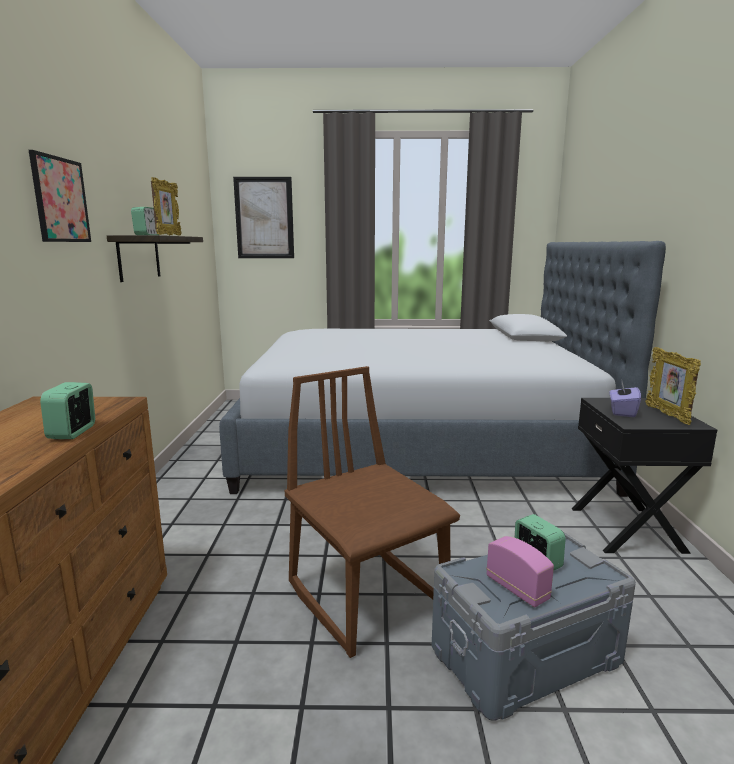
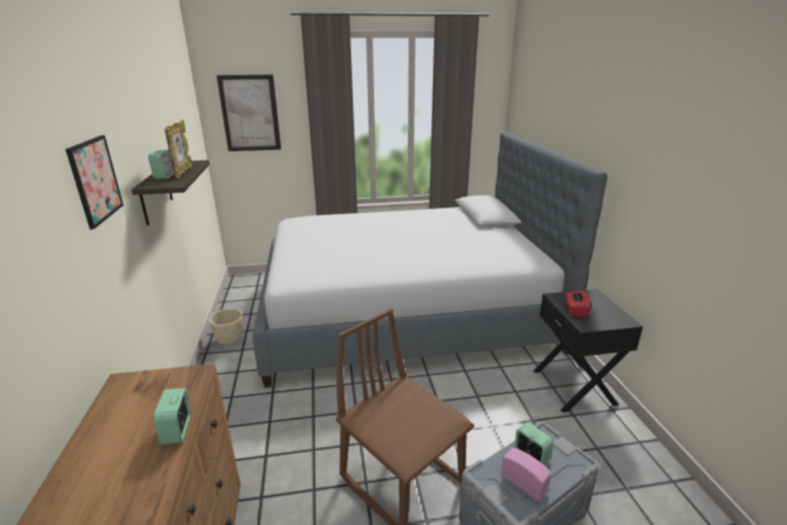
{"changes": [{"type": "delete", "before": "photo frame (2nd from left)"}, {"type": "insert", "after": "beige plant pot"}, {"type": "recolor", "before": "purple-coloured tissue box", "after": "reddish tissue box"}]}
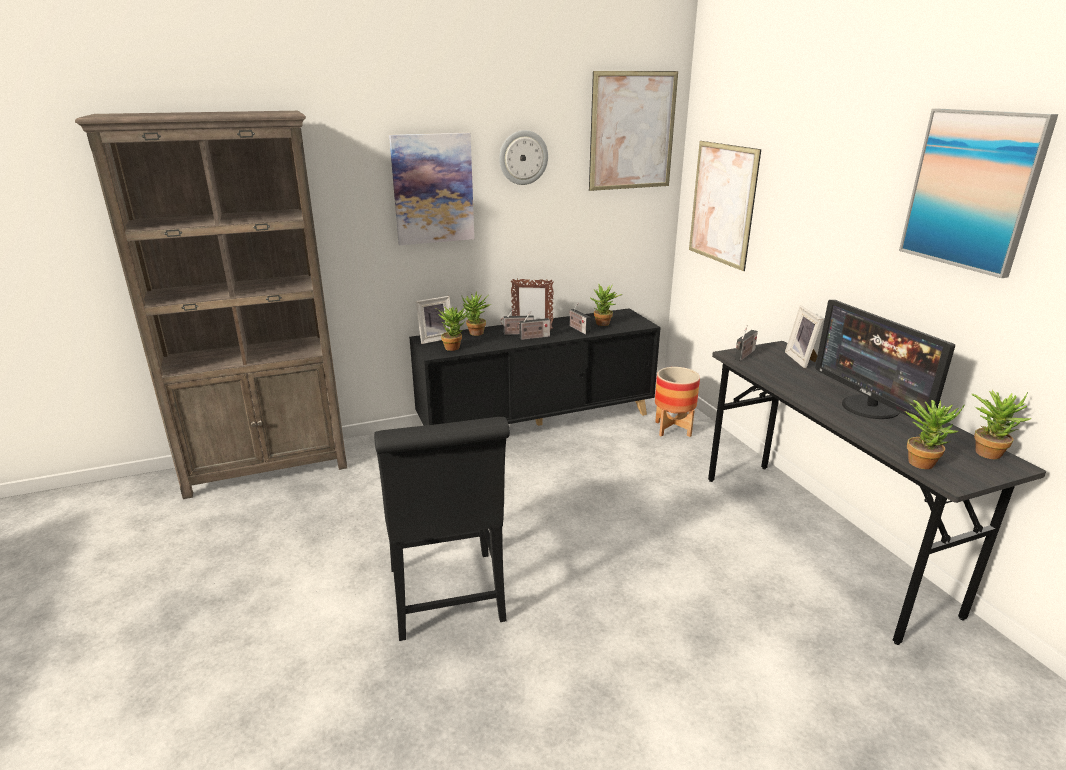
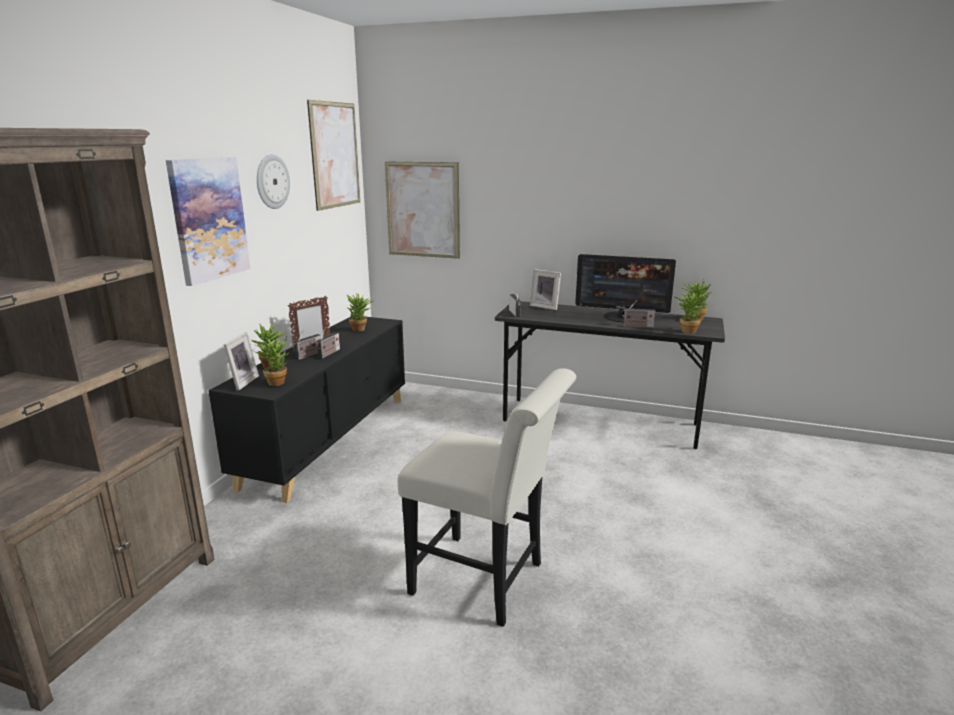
{"changes": [{"type": "delete", "before": "plant pot"}, {"type": "delete", "before": "wall art (4th from left)"}, {"type": "move", "before": "radio (3rd from left in the first image)", "after": "radio (4th from left)"}, {"type": "recolor", "before": "blackish chair", "after": "white chair"}]}
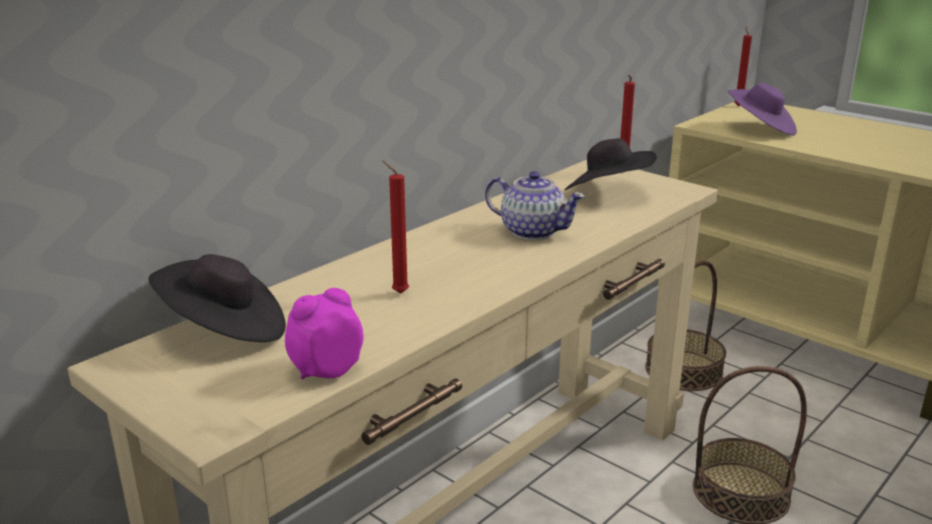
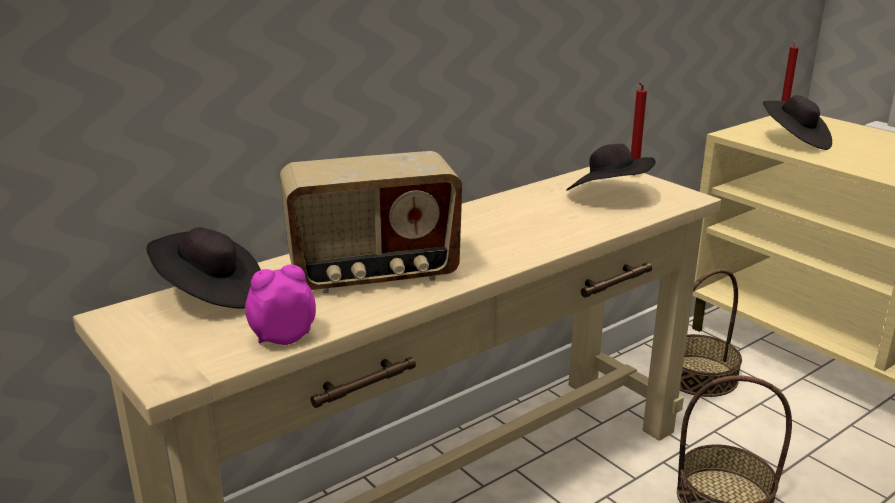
{"changes": [{"type": "delete", "before": "pot for tea"}, {"type": "replace", "before": "reddish wax candle (1st from left)", "after": "radio"}, {"type": "recolor", "before": "purple-coloured wearable hat", "after": "blackish wearable hat (3rd from left)"}]}
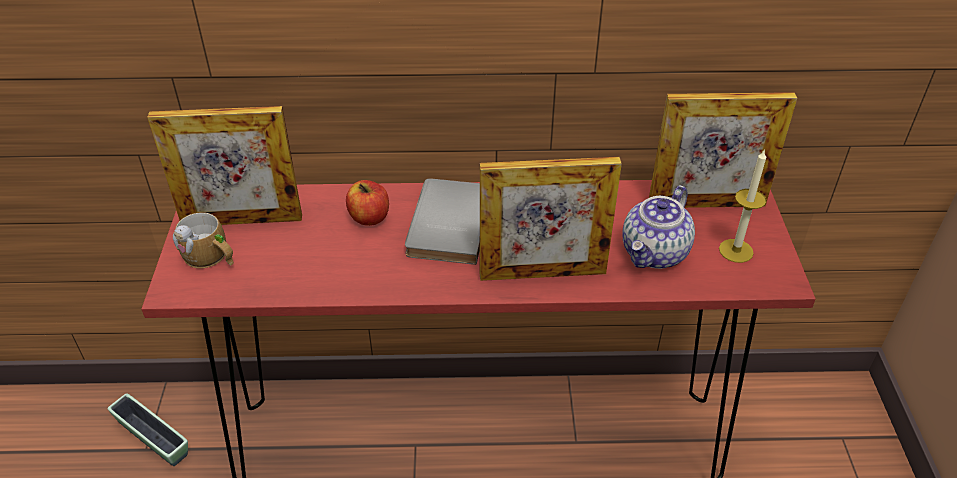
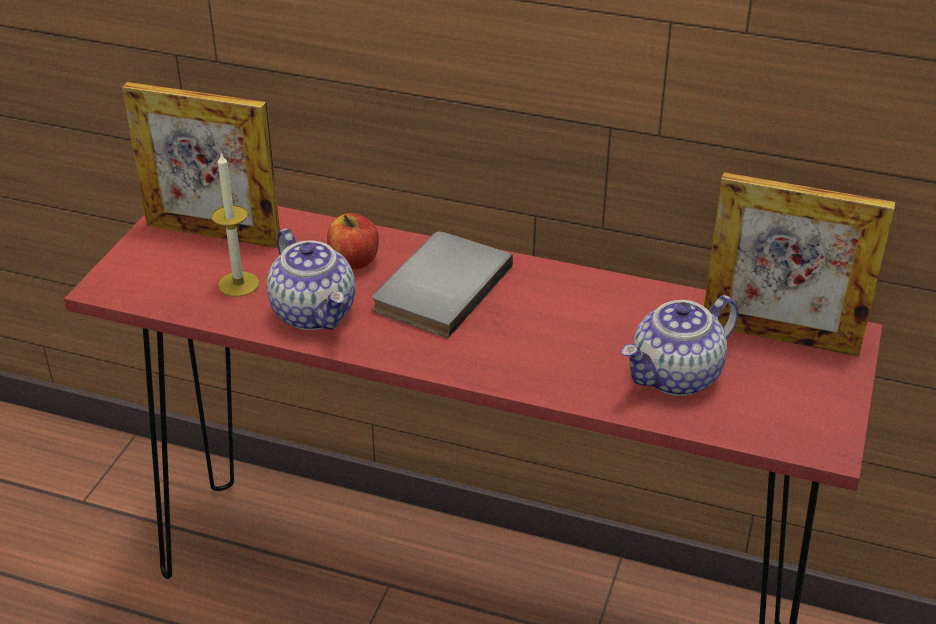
{"changes": [{"type": "delete", "before": "plant pot"}, {"type": "delete", "before": "coffee mug"}, {"type": "delete", "before": "photo frame (2nd from left)"}, {"type": "insert", "after": "pot for tea (1st from left)"}, {"type": "move", "before": "wax candle"}]}
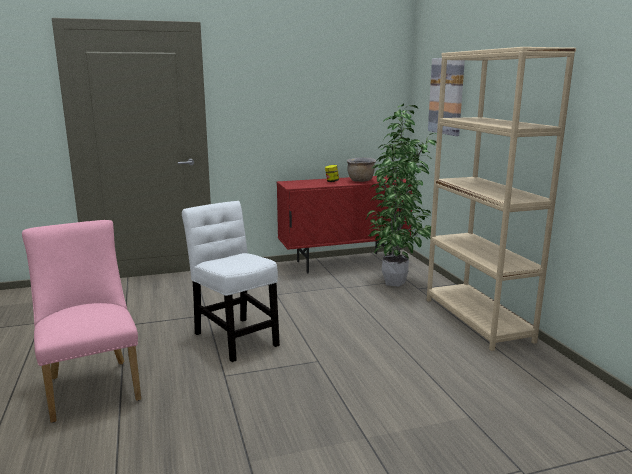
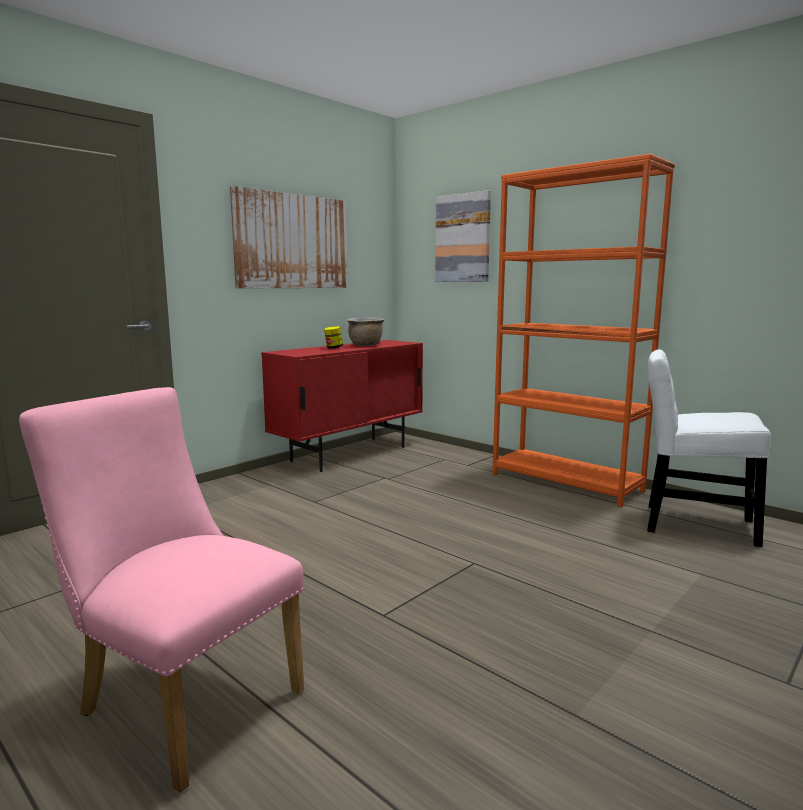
{"changes": [{"type": "delete", "before": "houseplant"}, {"type": "insert", "after": "wall art (1st from left)"}, {"type": "move", "before": "white chair"}, {"type": "recolor", "before": "beige shelving unit", "after": "orange-coloured shelving unit"}]}
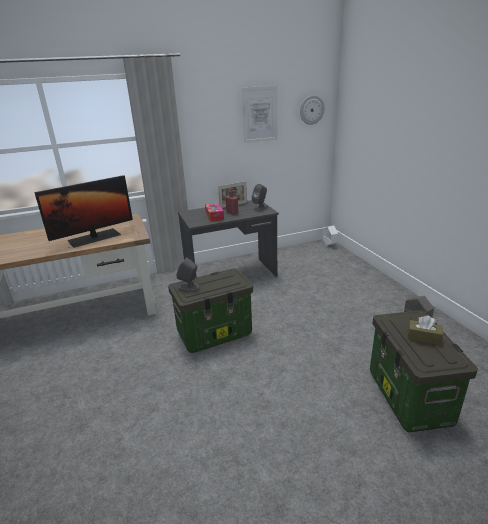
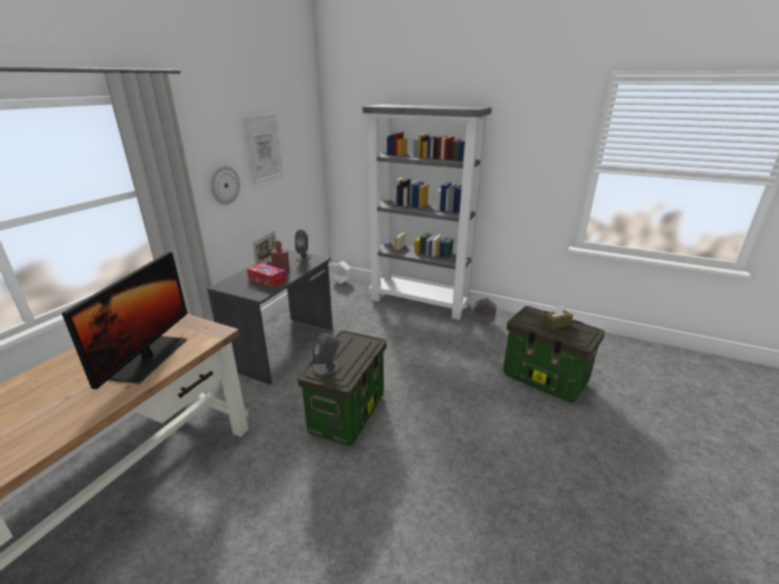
{"changes": [{"type": "insert", "after": "gray shelving unit"}, {"type": "move", "before": "hanging clock"}]}
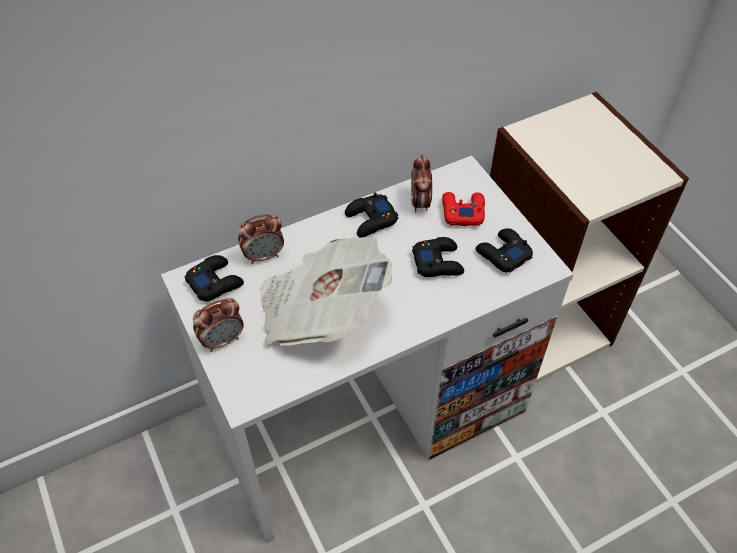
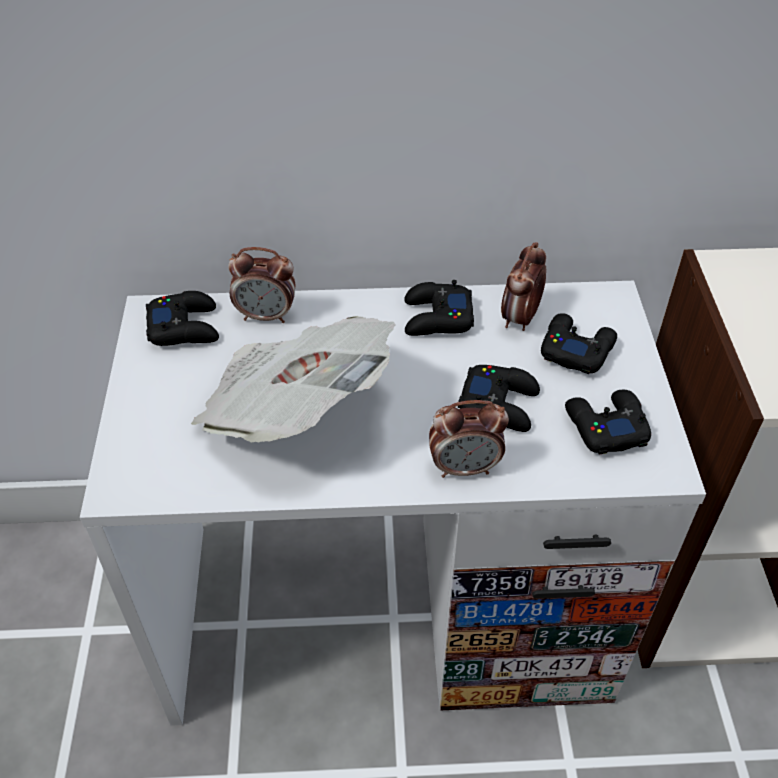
{"changes": [{"type": "move", "before": "alarm clock (1st from left in the first image)", "after": "alarm clock (2nd from left)"}, {"type": "recolor", "before": "reddish game controller", "after": "blackish game controller (4th from left)"}]}
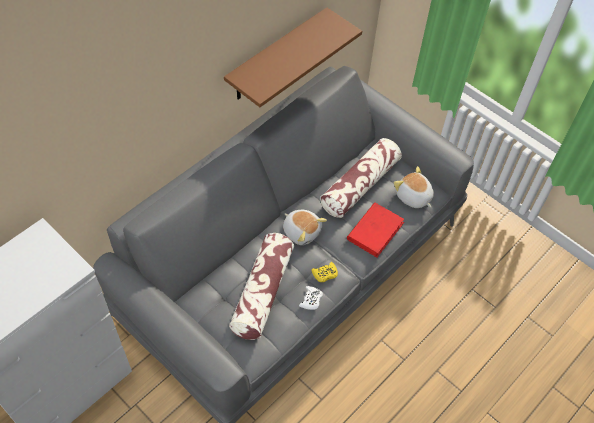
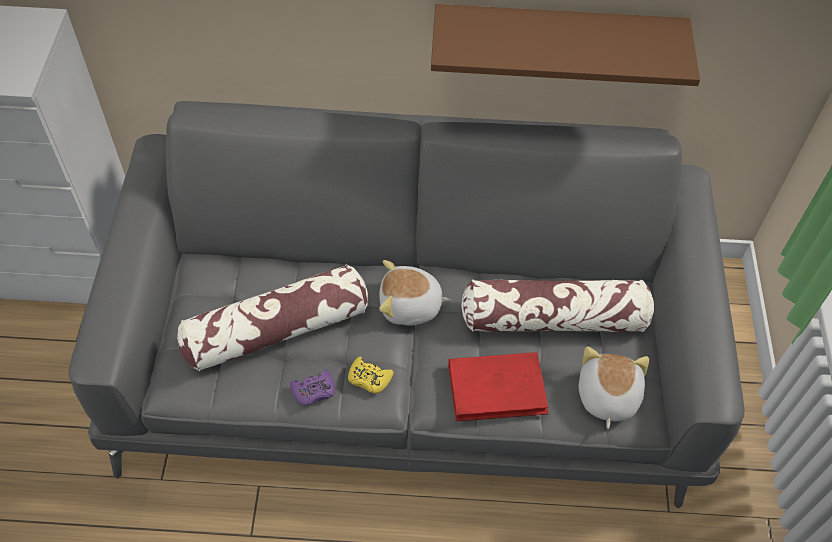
{"changes": [{"type": "recolor", "before": "white game controller", "after": "purple-coloured game controller"}, {"type": "rotate", "before": "plush toy (1st from left)", "turn": 90}]}
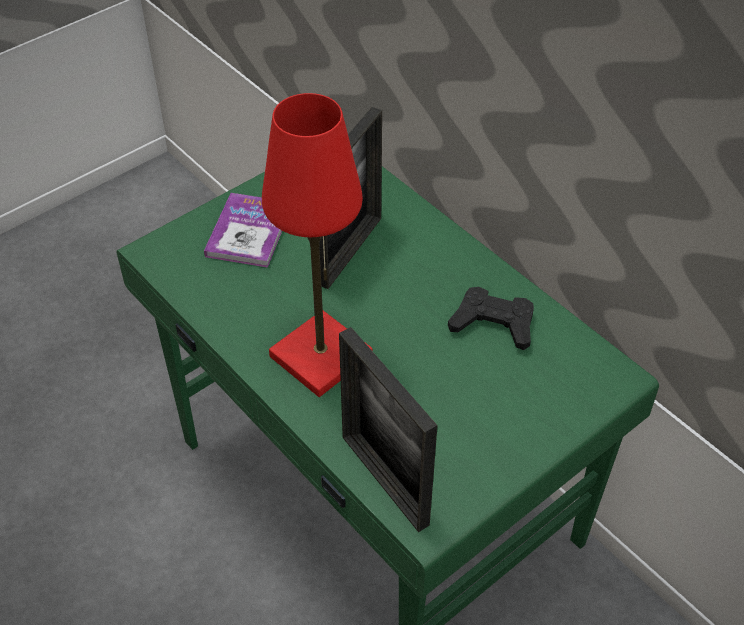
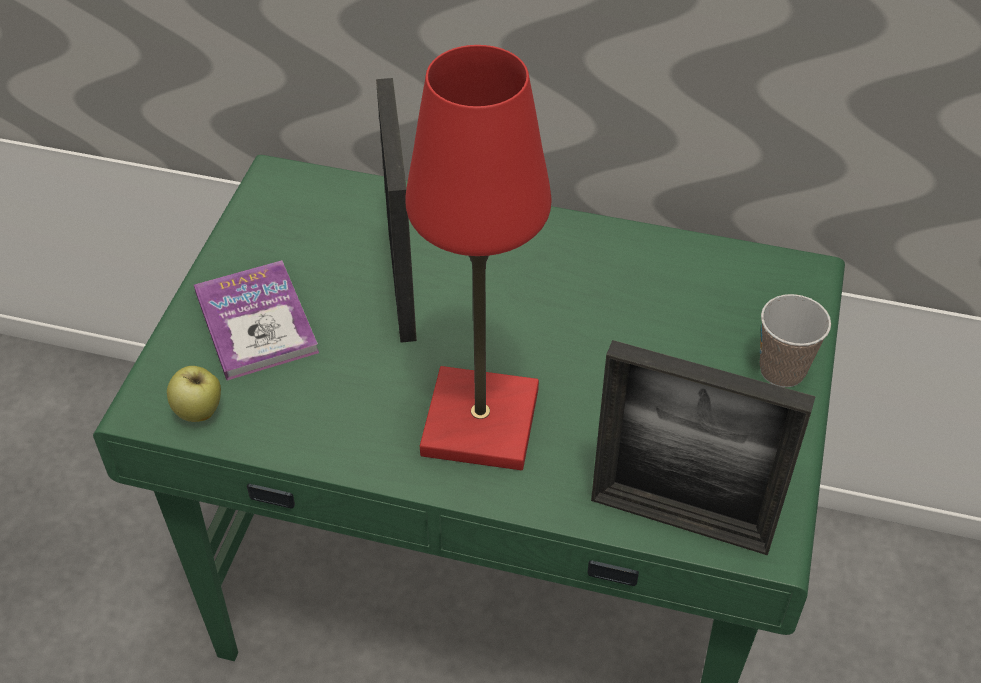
{"changes": [{"type": "delete", "before": "blackish game controller"}, {"type": "insert", "after": "apple"}, {"type": "insert", "after": "cup"}]}
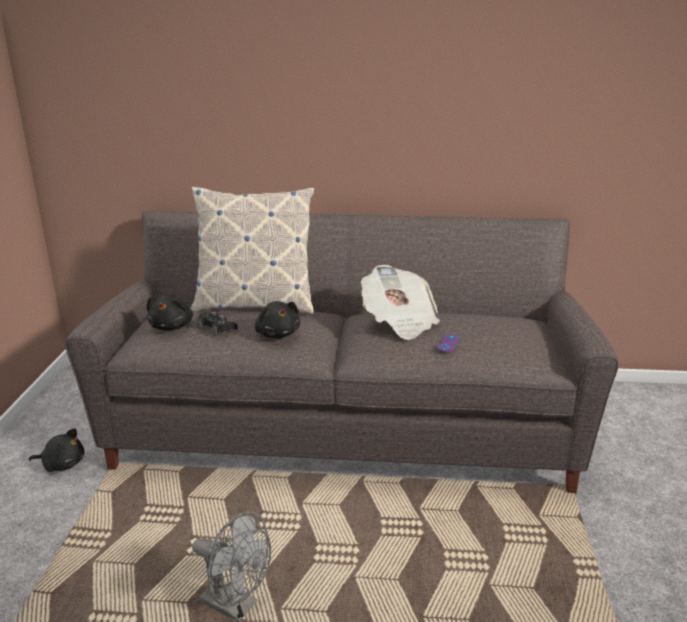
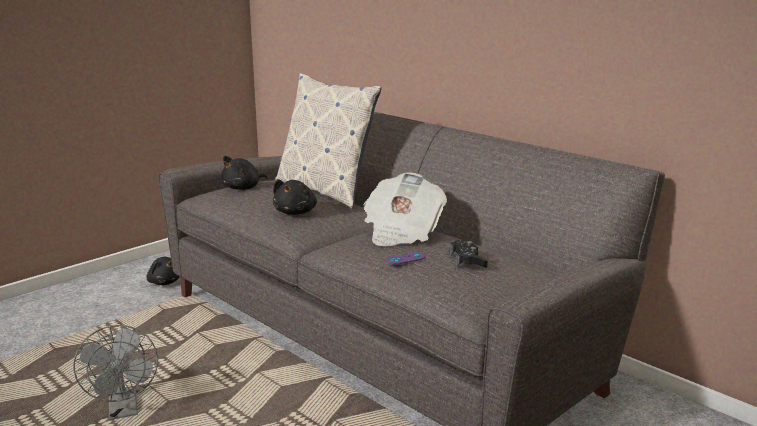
{"changes": [{"type": "move", "before": "blackish game controller"}]}
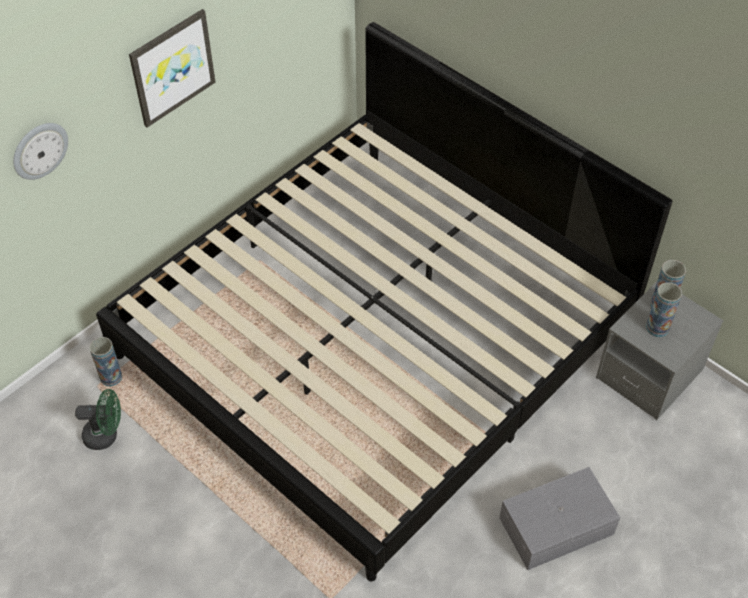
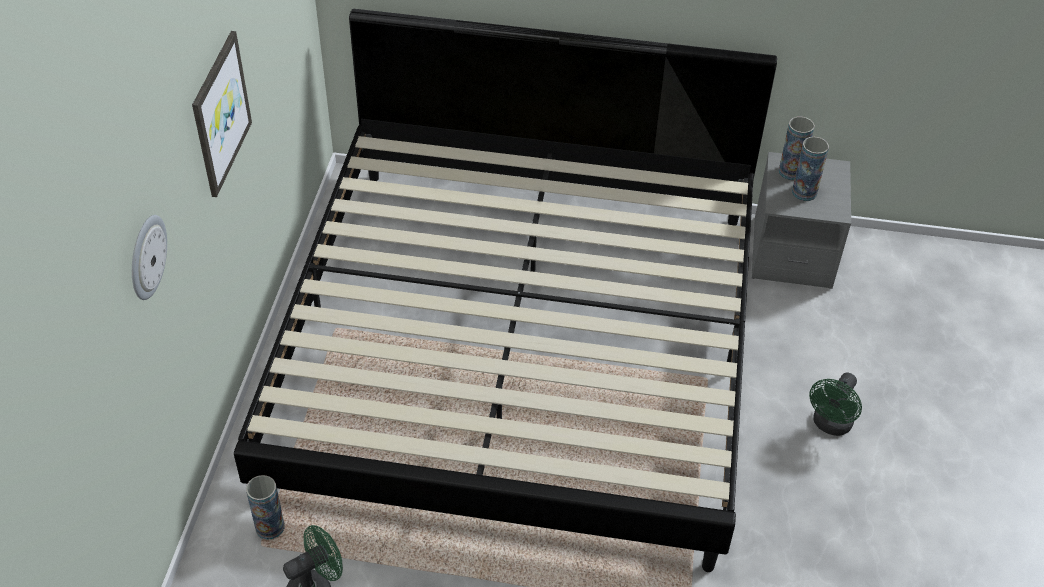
{"changes": [{"type": "replace", "before": "gray storage bin", "after": "green-coloured electric fan (2nd from left)"}]}
